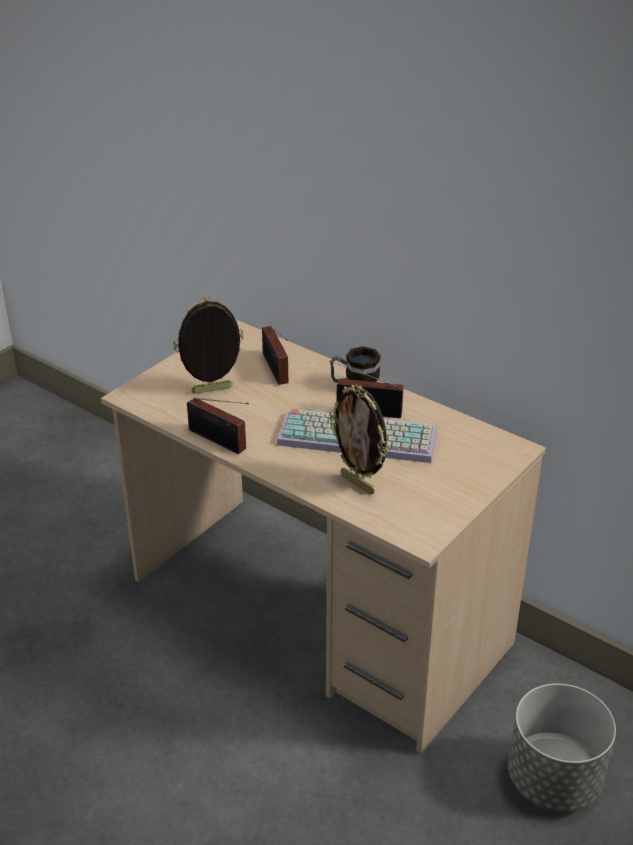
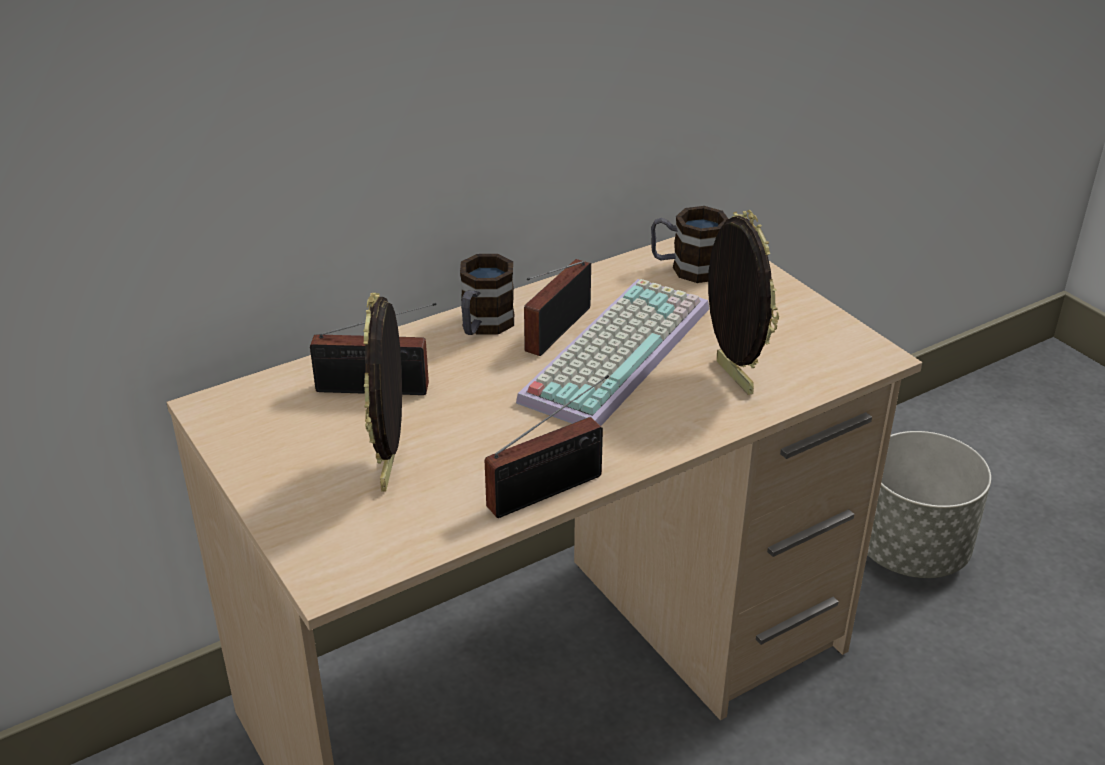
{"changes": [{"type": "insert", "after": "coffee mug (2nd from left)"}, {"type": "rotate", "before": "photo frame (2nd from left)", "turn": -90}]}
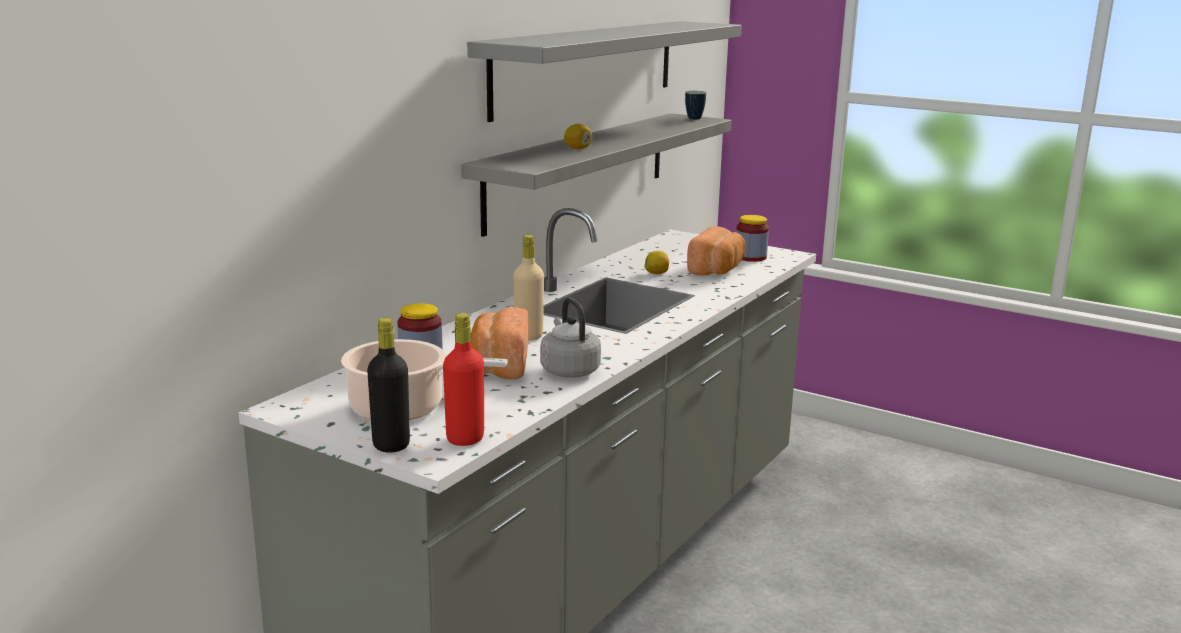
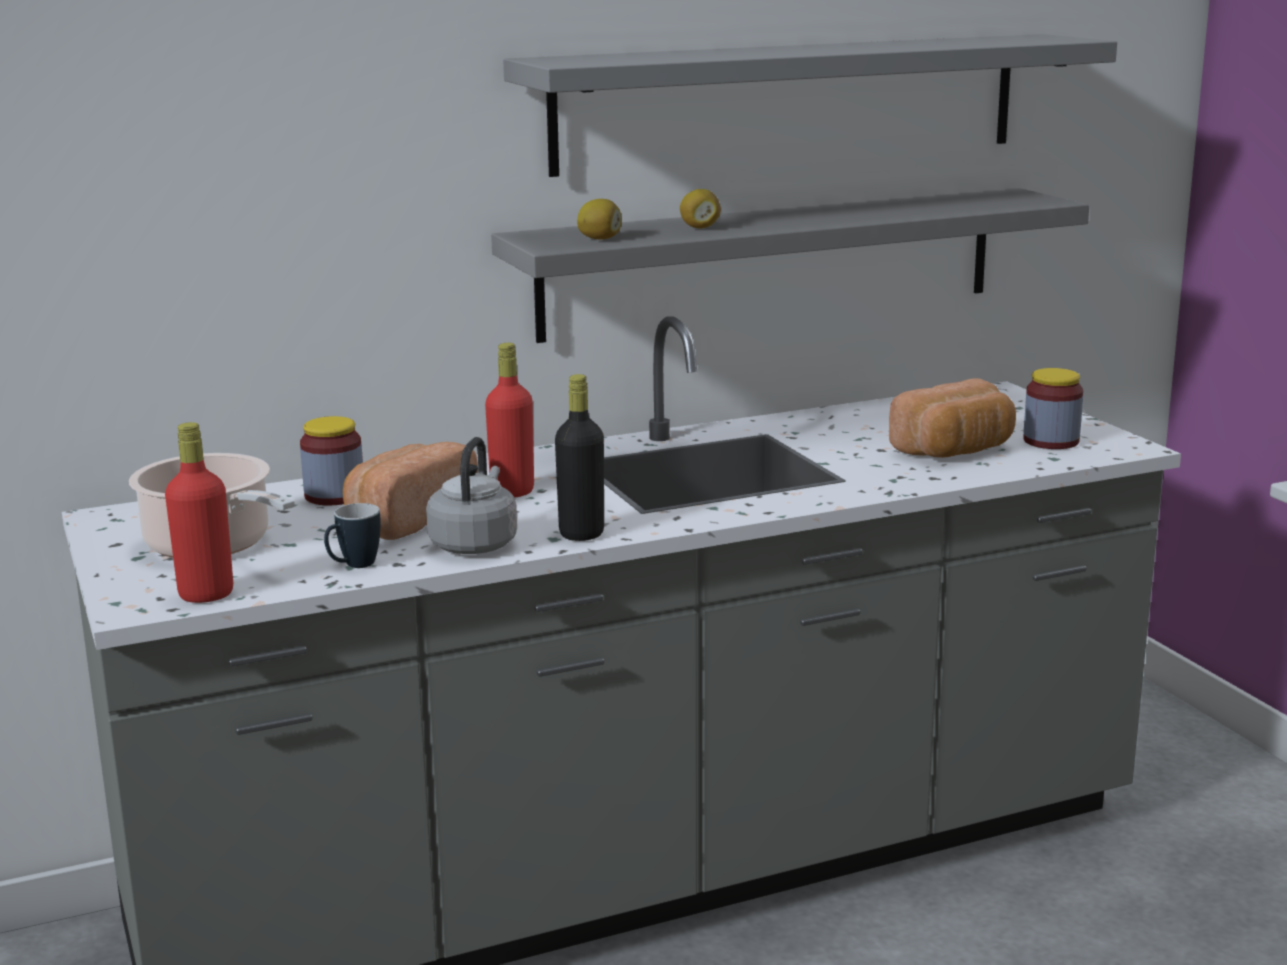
{"changes": [{"type": "move", "before": "blackish bottle"}, {"type": "move", "before": "citrus fruit (2nd from left in the first image)", "after": "citrus fruit (1st from left)"}, {"type": "move", "before": "coffee mug"}, {"type": "recolor", "before": "beige bottle", "after": "reddish bottle (2nd from left)"}]}
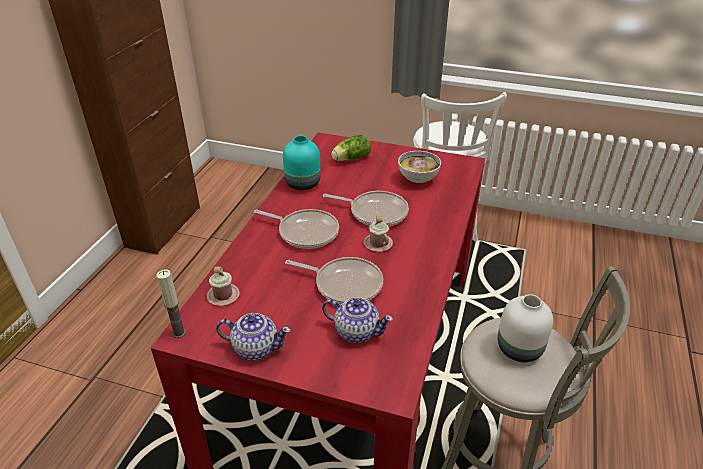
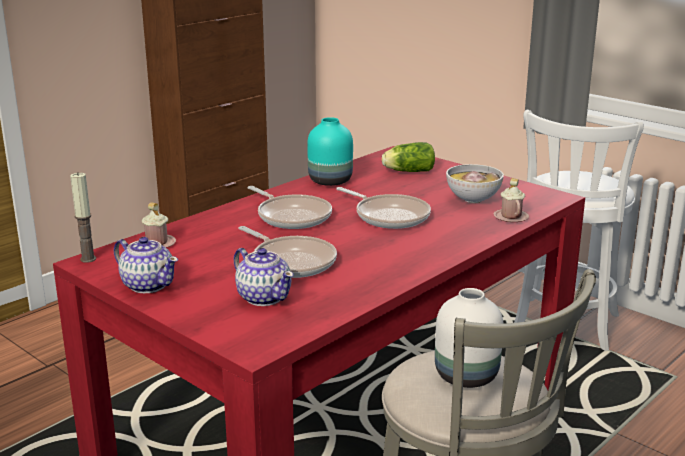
{"changes": [{"type": "move", "before": "pinkish coffee mug (2nd from left)"}]}
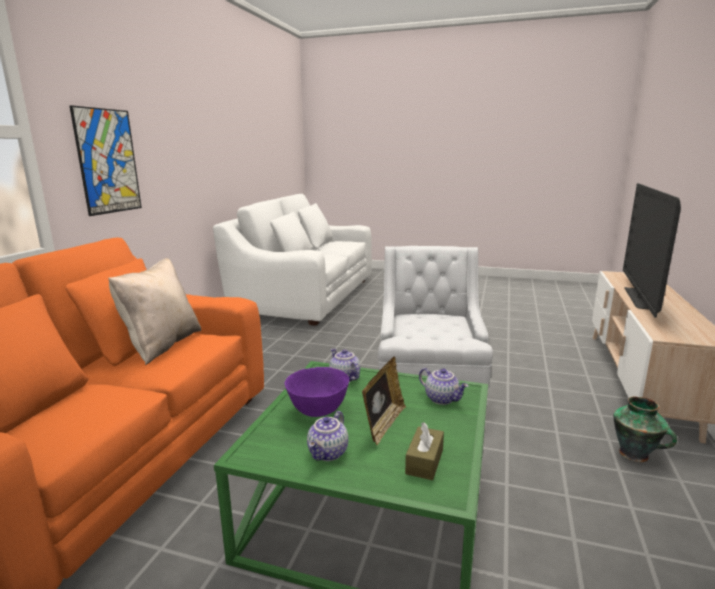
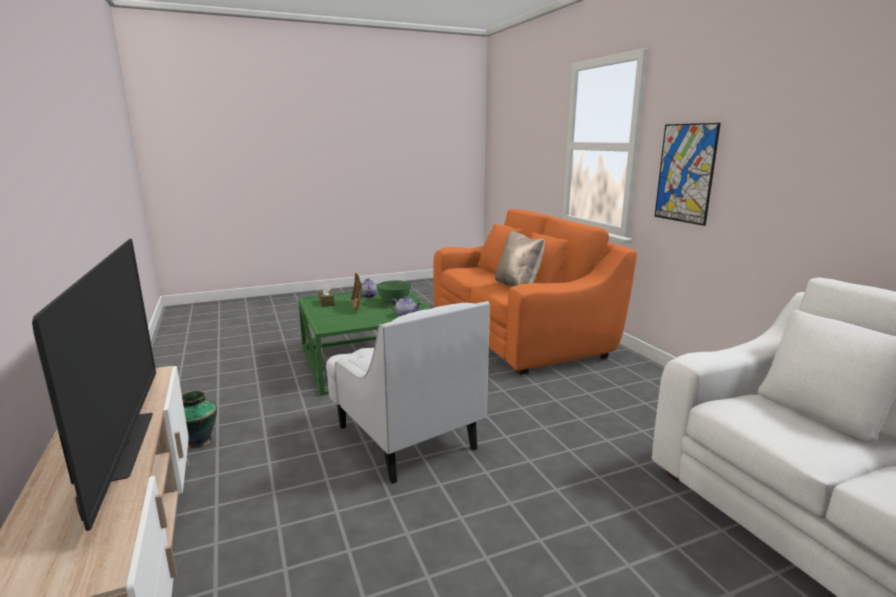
{"changes": [{"type": "delete", "before": "pot for tea (3rd from left)"}, {"type": "recolor", "before": "purple-coloured bowl", "after": "green-coloured bowl"}]}
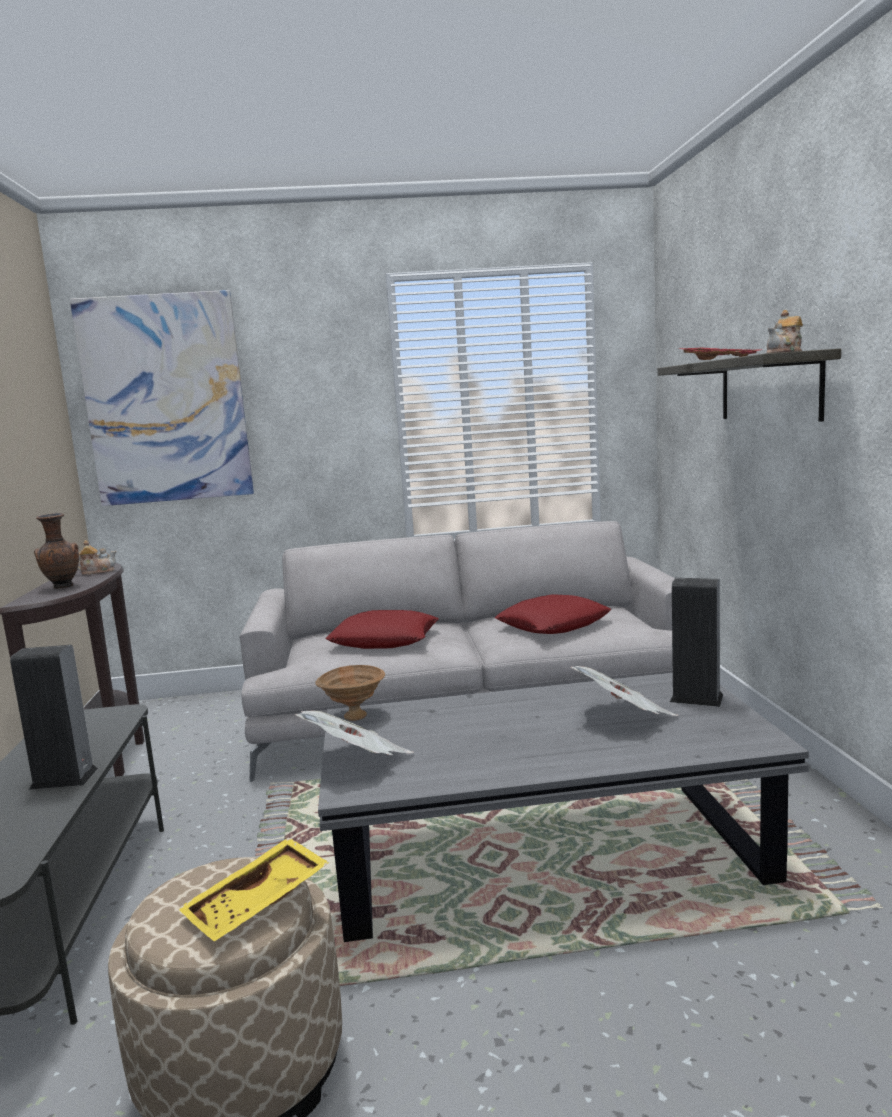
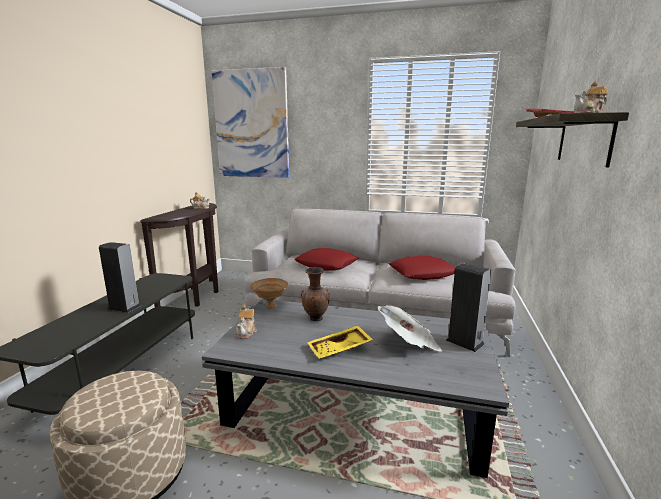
{"changes": [{"type": "move", "before": "brown-coloured decorative vase"}, {"type": "move", "before": "yellow-coloured tray"}, {"type": "replace", "before": "daily paper (1st from left)", "after": "pot for tea (2nd from left)"}]}
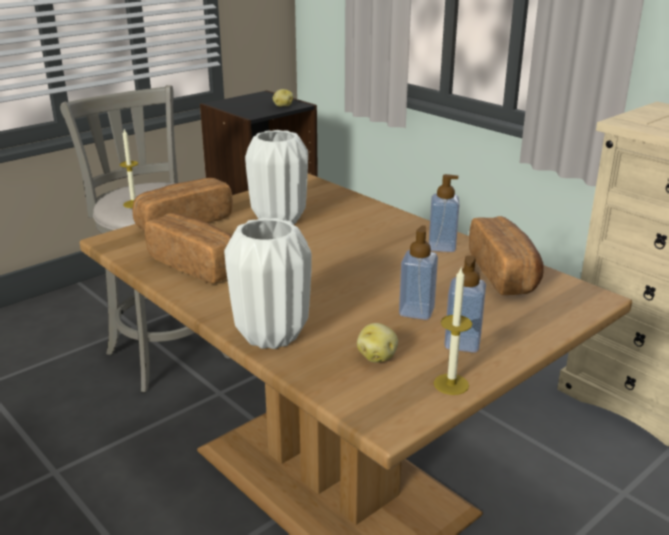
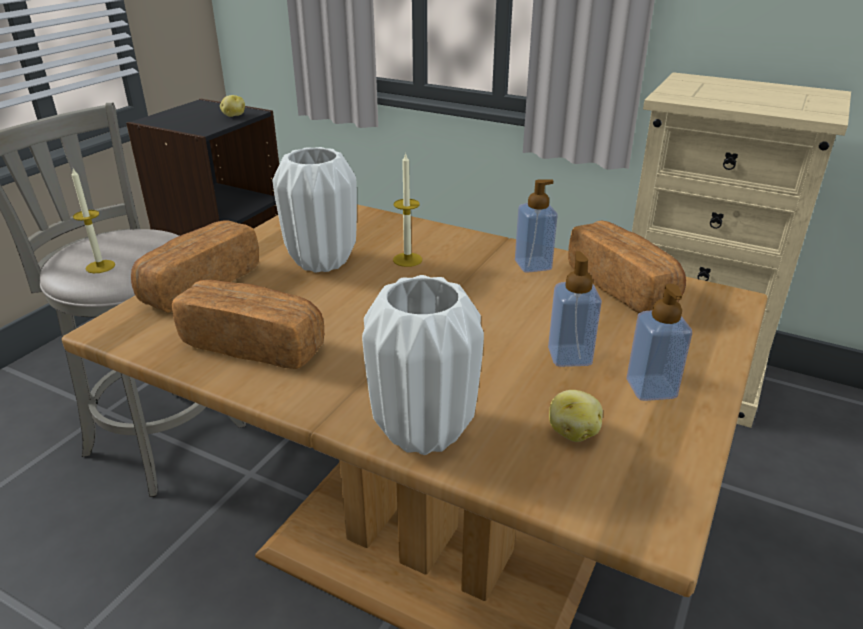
{"changes": [{"type": "move", "before": "wax candle (2nd from left)"}]}
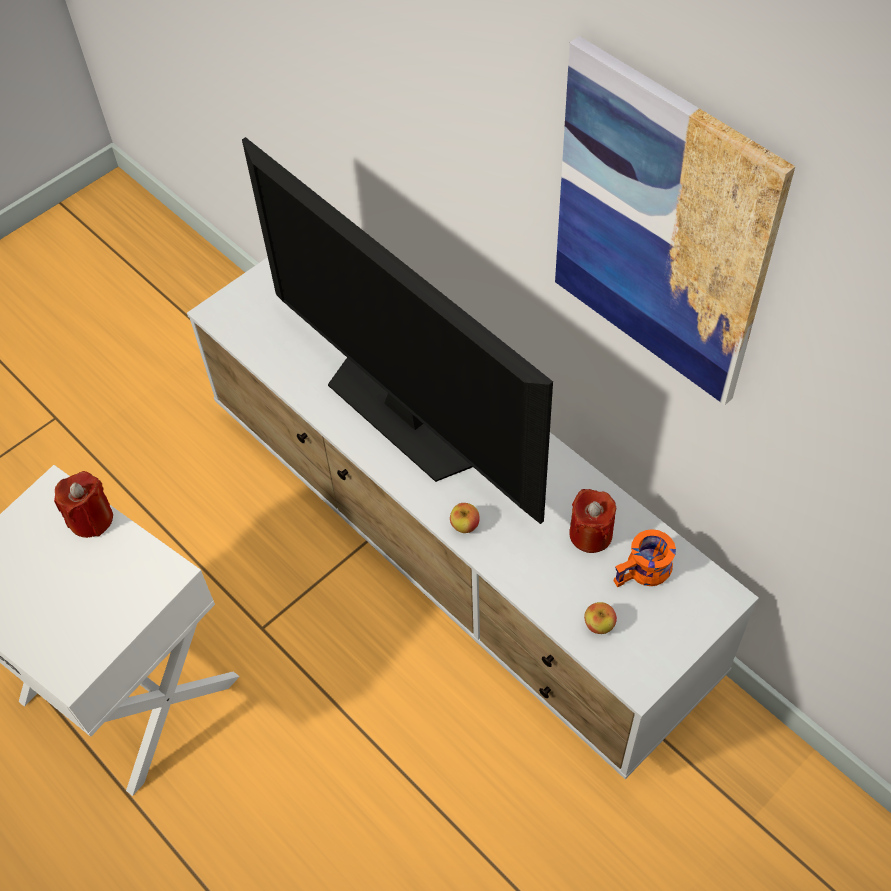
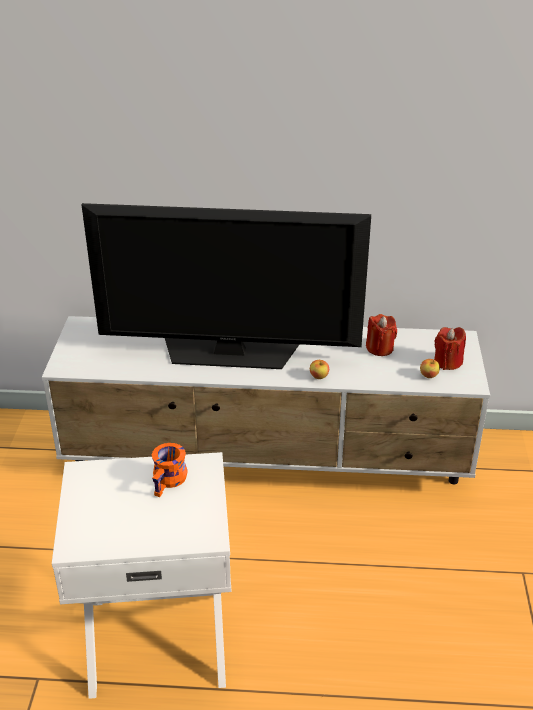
{"changes": [{"type": "delete", "before": "wall art"}, {"type": "move", "before": "reddish wax candle (1st from left in the first image)", "after": "reddish wax candle (2nd from left)"}, {"type": "move", "before": "orange-coloured coffee mug"}]}
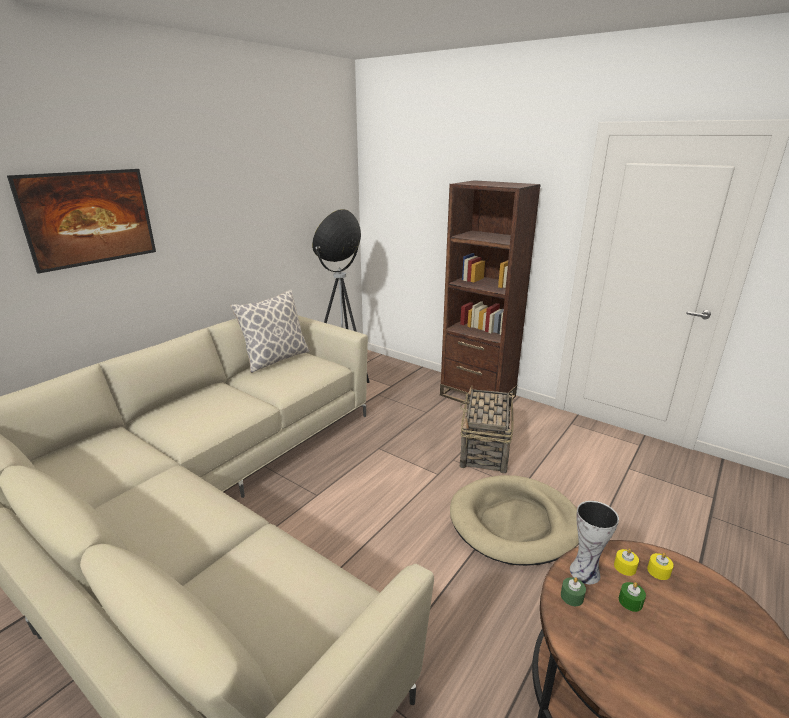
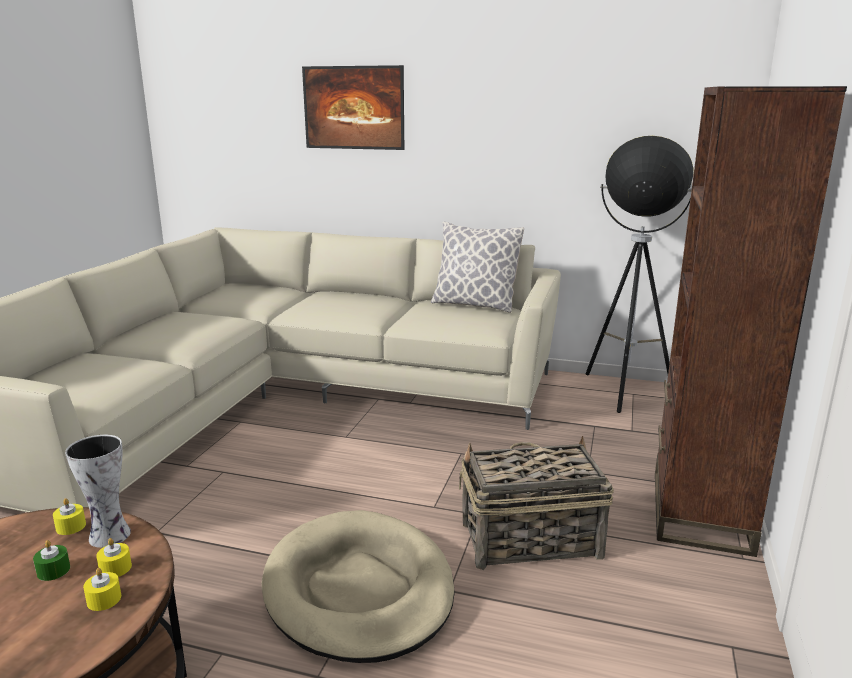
{"changes": [{"type": "recolor", "before": "green-coloured wax candle (1st from left)", "after": "yellow-coloured wax candle (1st from left)"}]}
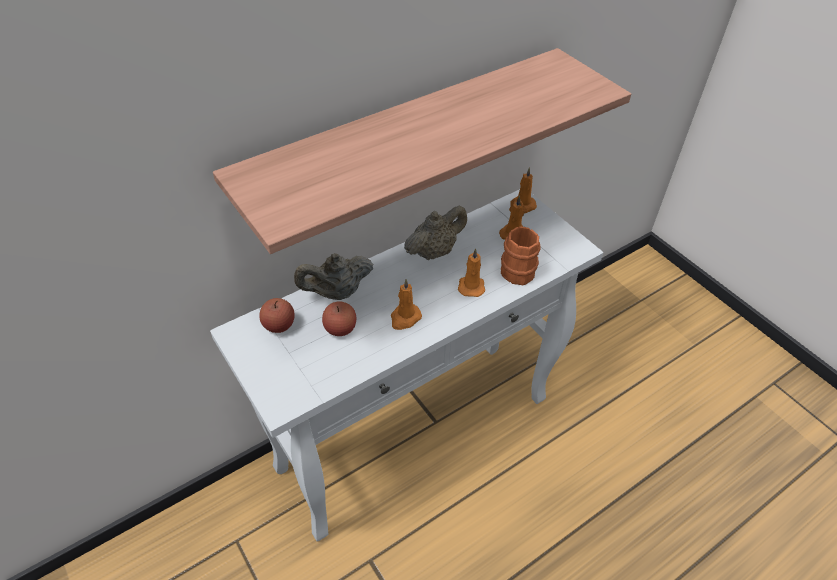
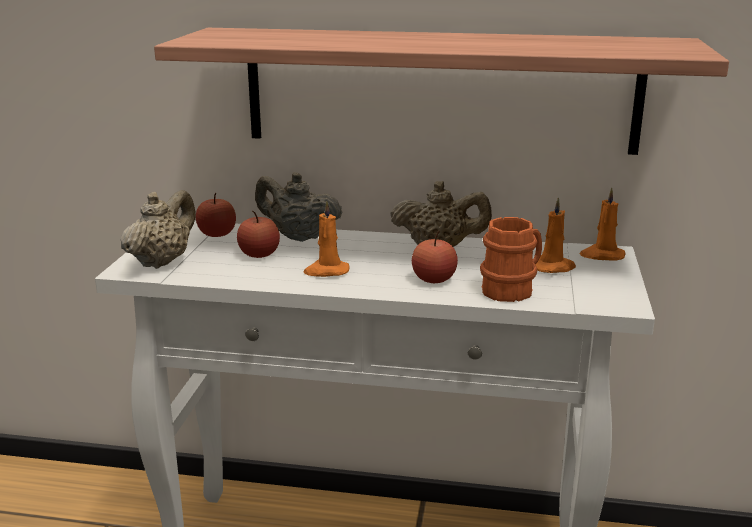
{"changes": [{"type": "insert", "after": "beige pot for tea (1st from left)"}, {"type": "replace", "before": "orange-coloured wax candle (2nd from left)", "after": "apple (3rd from left)"}]}
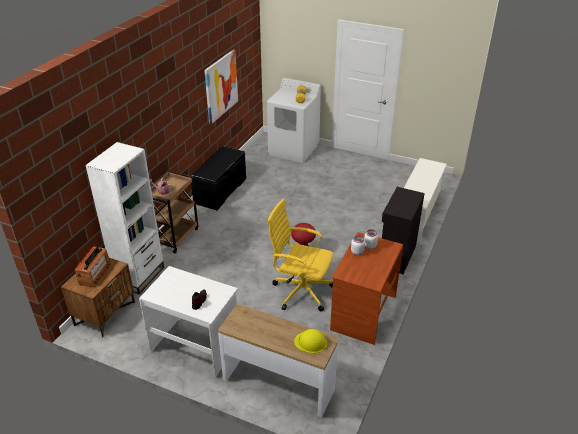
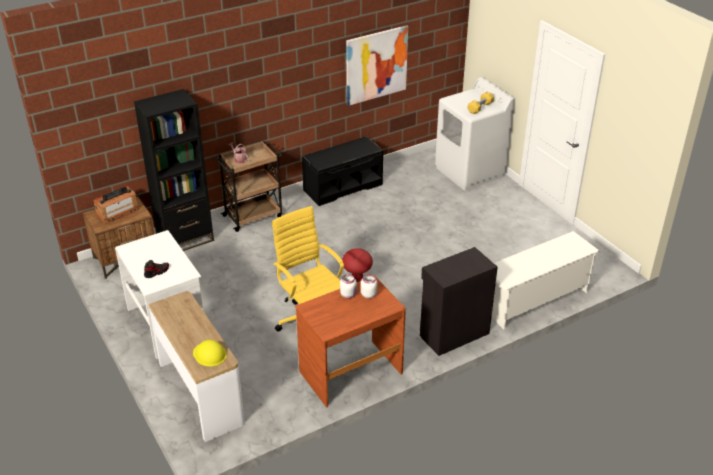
{"changes": [{"type": "recolor", "before": "white shelving unit", "after": "blackish shelving unit"}]}
